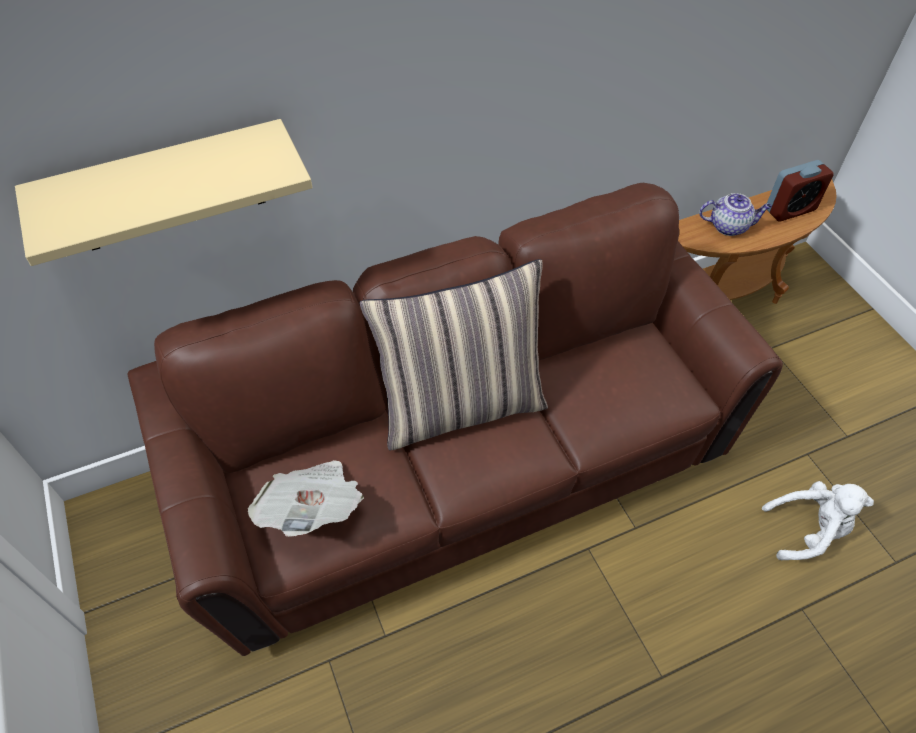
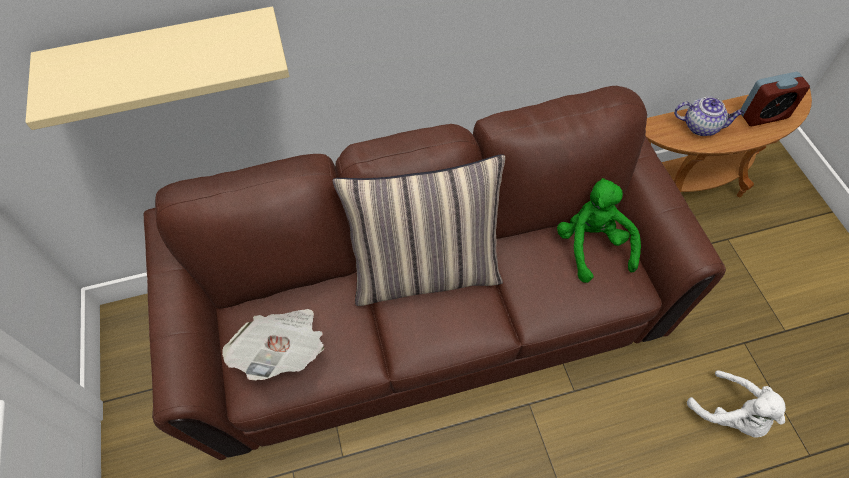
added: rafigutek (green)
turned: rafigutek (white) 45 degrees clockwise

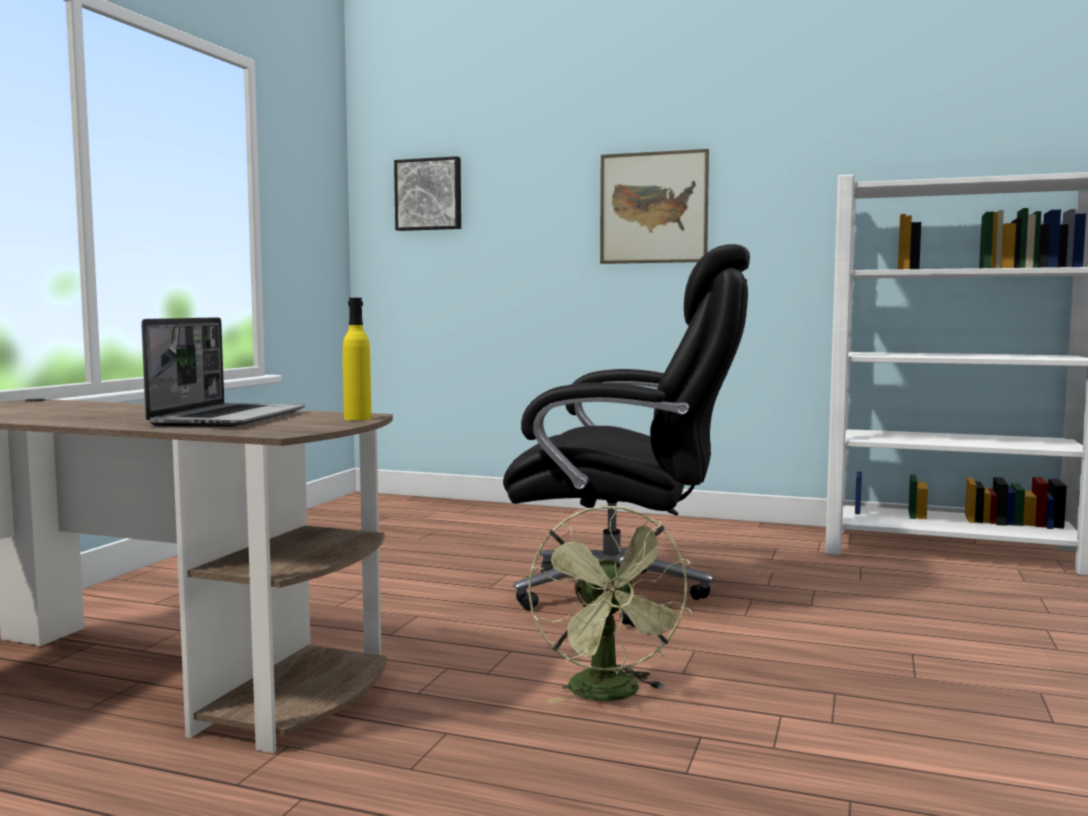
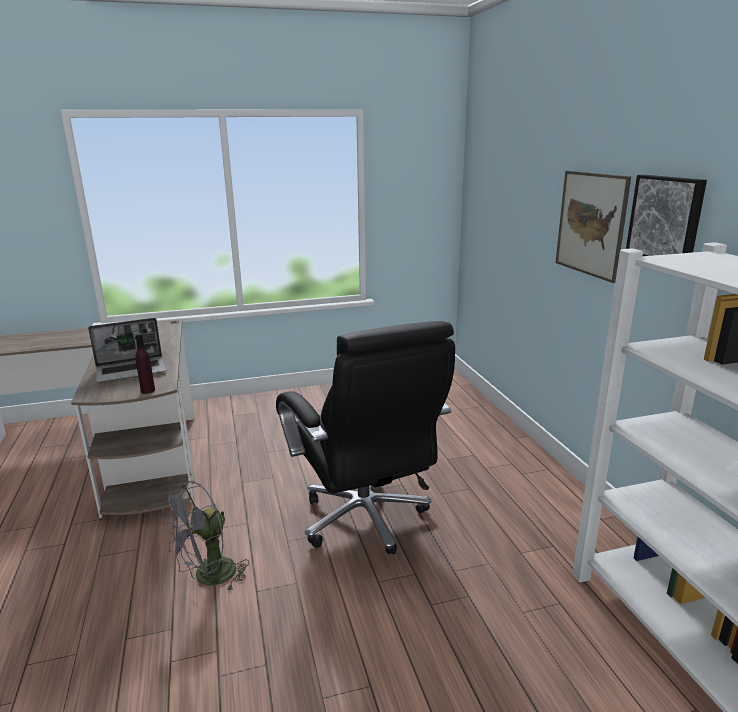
moved: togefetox (1st from left in the first image) to togefetox (2nd from left)
recoloured: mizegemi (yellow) to mizegemi (purple); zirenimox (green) to zirenimox (grey)

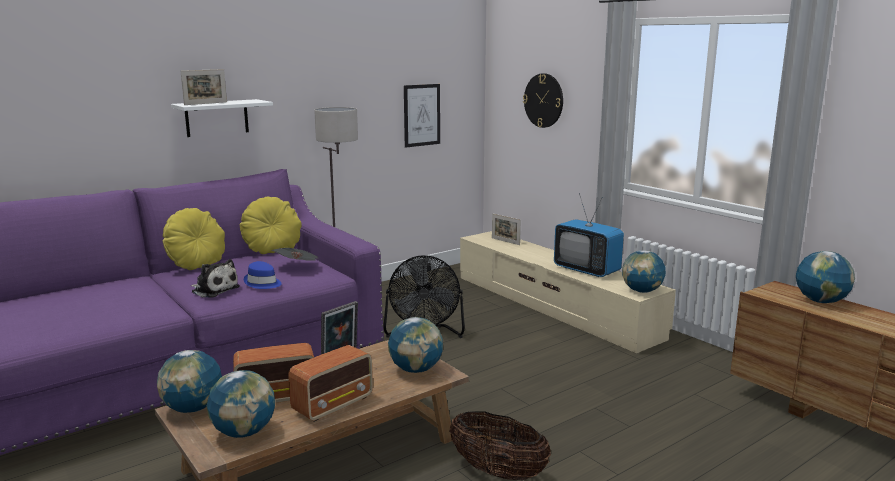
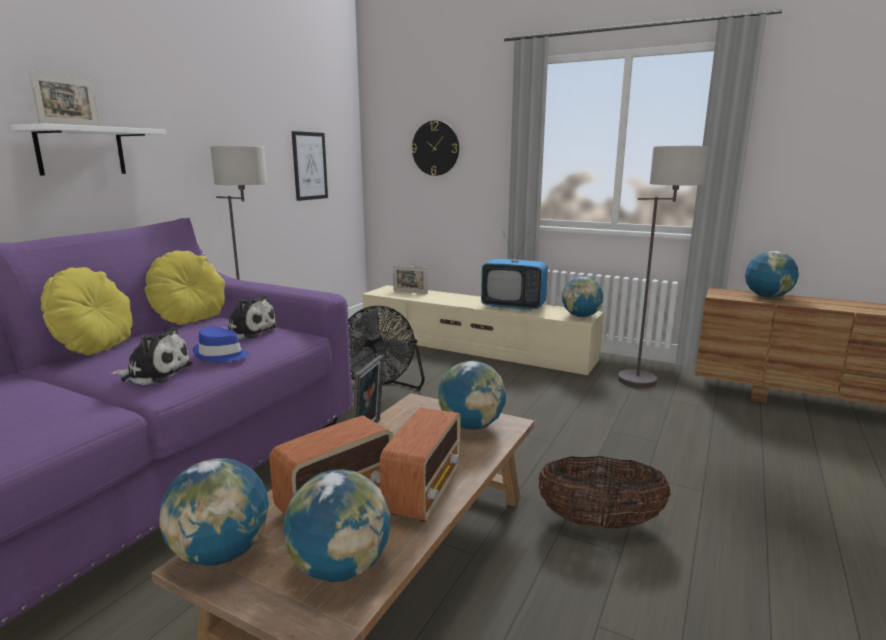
added: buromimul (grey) (2nd from left)
replaced: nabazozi to rafigutek (2nd from left)

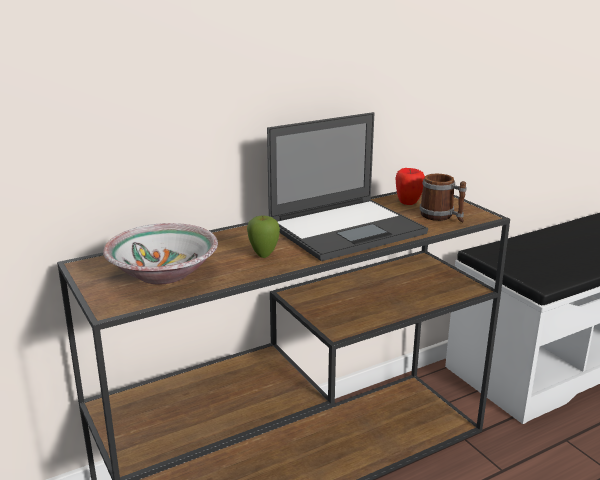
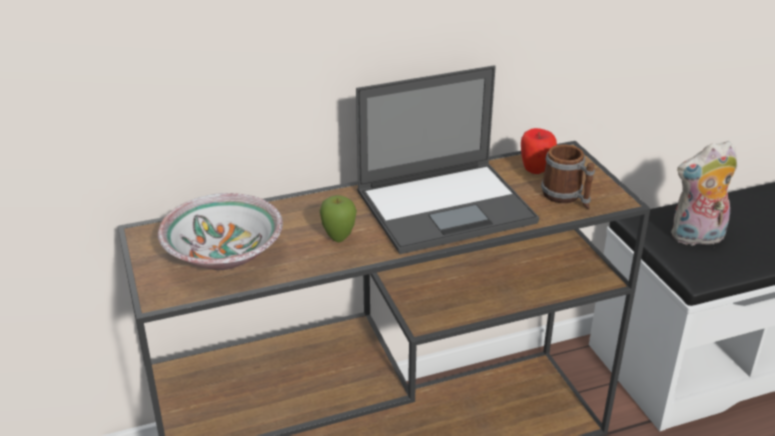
added: rafigutek

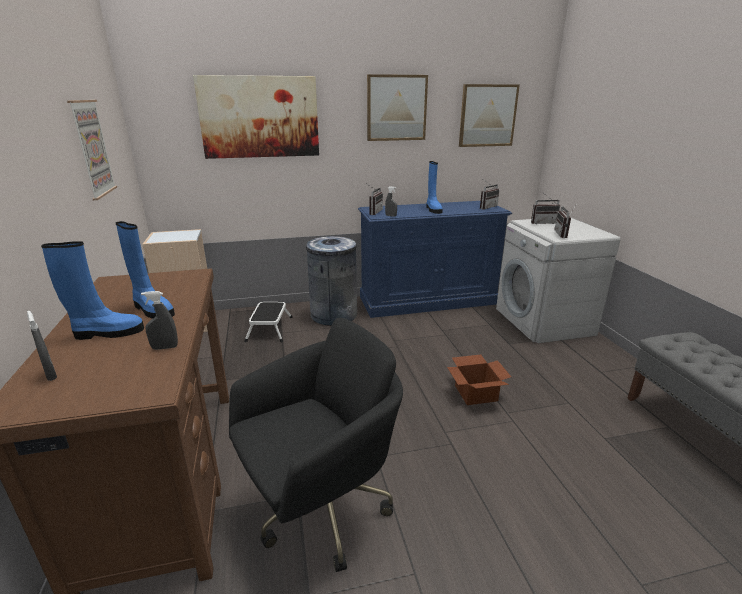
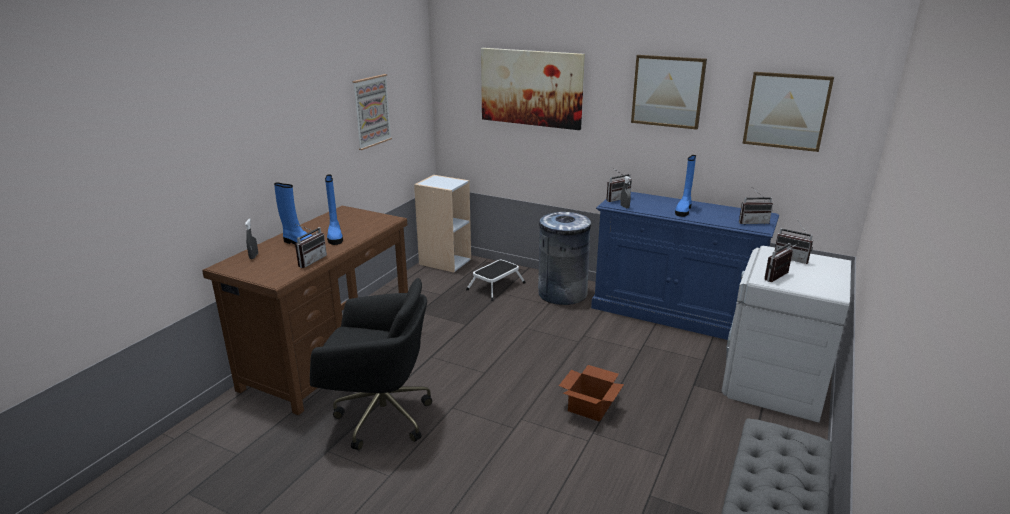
replaced: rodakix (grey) (2nd from left) to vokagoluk (1st from left)

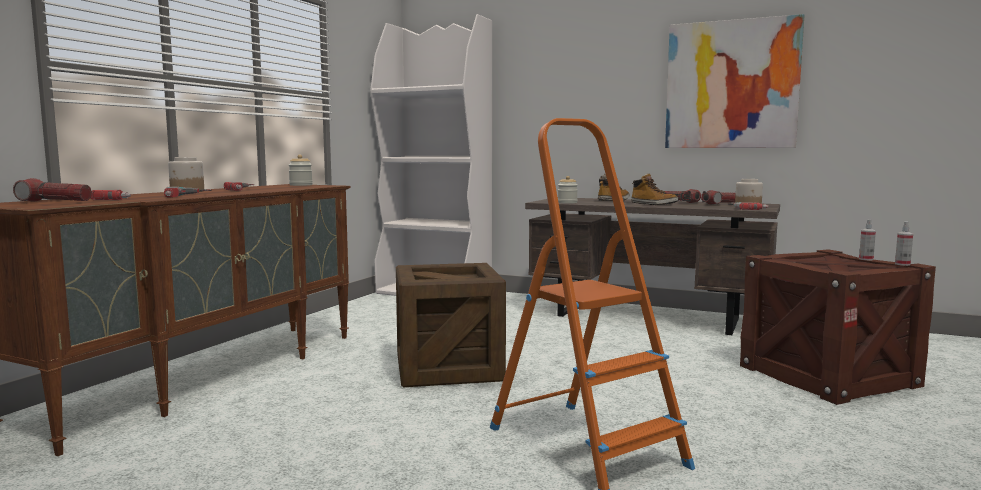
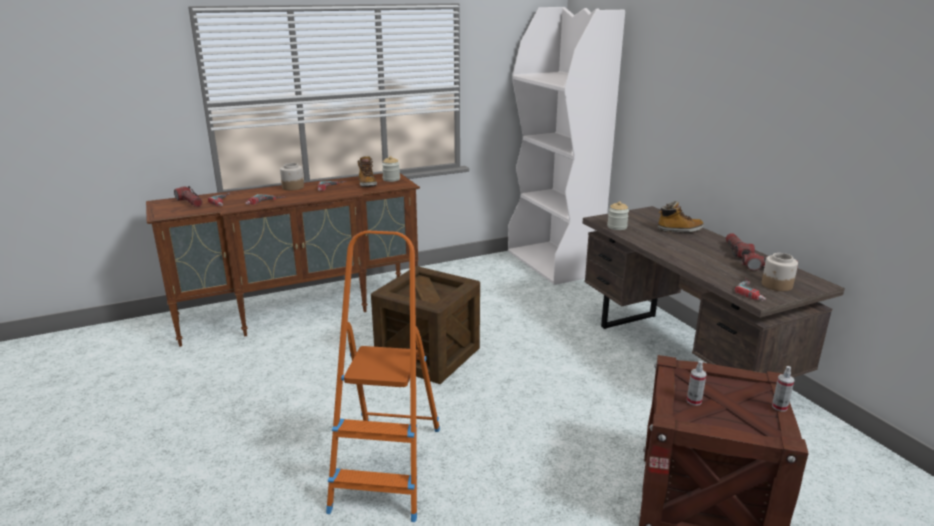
removed: togefetox
moved: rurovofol (2nd from left in the first image) to rurovofol (1st from left); rodakix (2nd from left in the first image) to rodakix (1st from left)

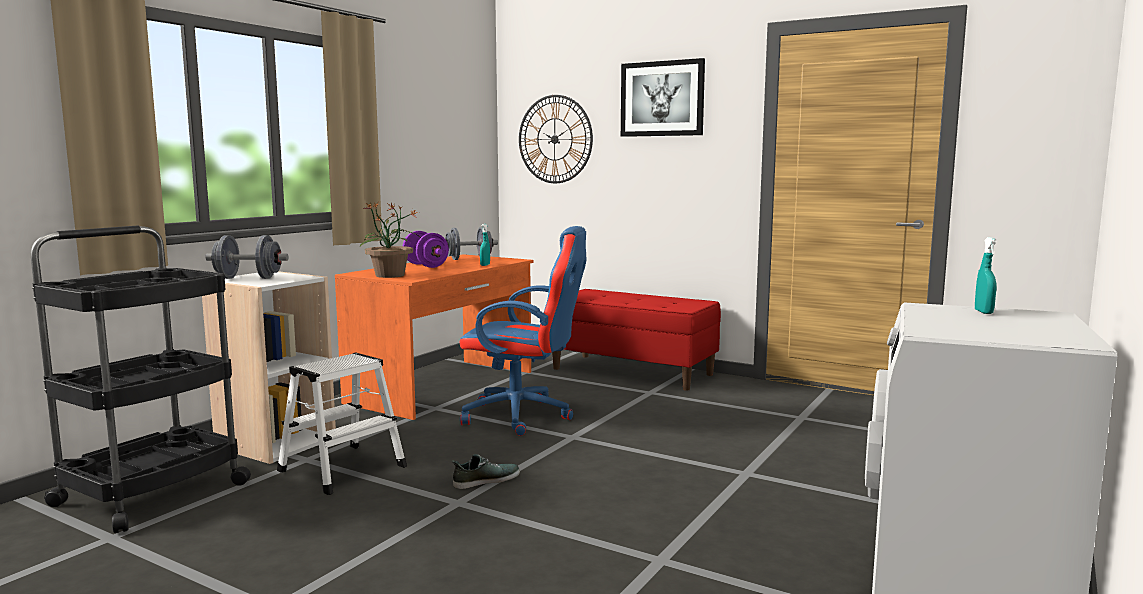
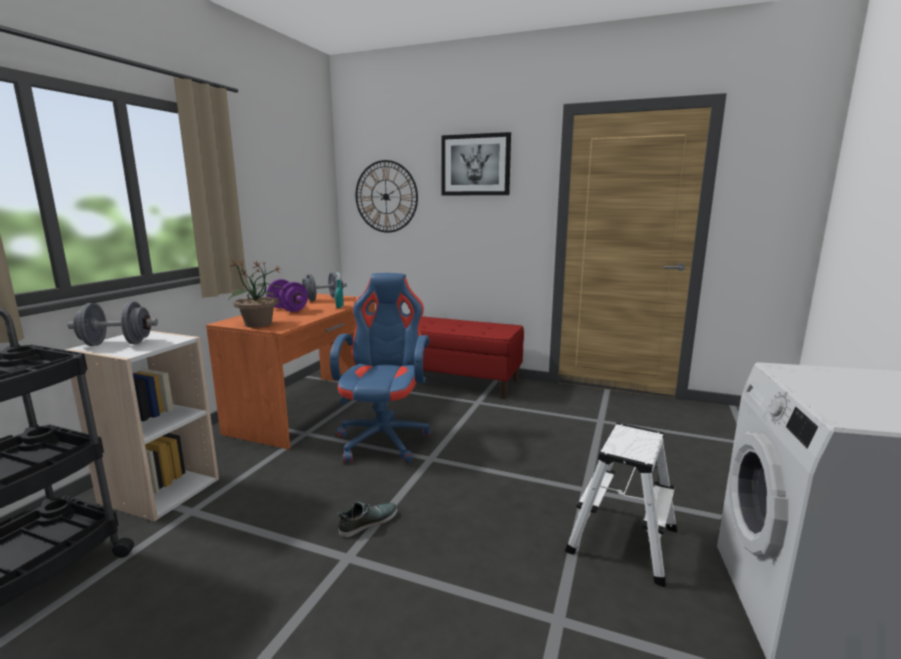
removed: rodakix (turquoise) (2nd from left)
moved: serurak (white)
turned: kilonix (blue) 90 degrees counterclockwise

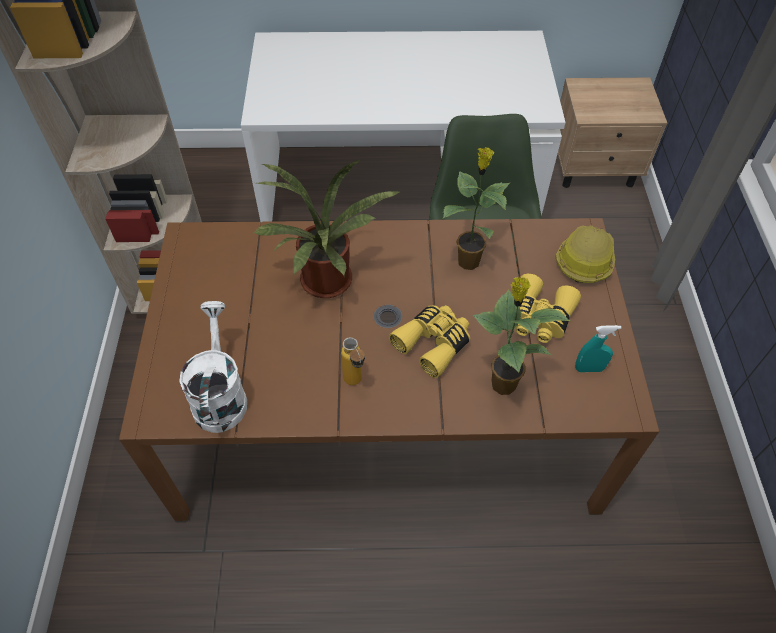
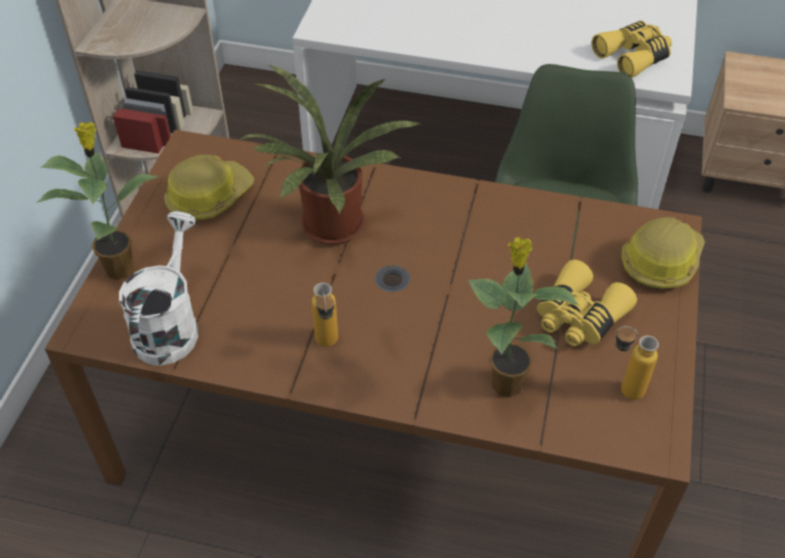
added: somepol (1st from left)
moved: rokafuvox (2nd from left in the first image) to rokafuvox (1st from left); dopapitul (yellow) (1st from left in the first image) to dopapitul (yellow) (2nd from left)
replaced: rodakix (turquoise) to mizegemi (2nd from left)

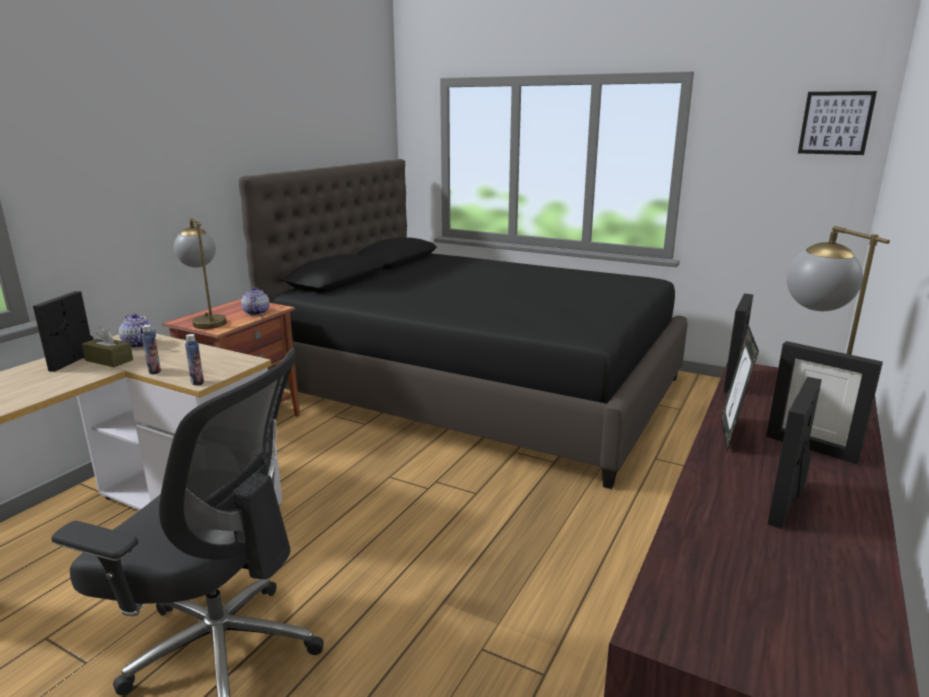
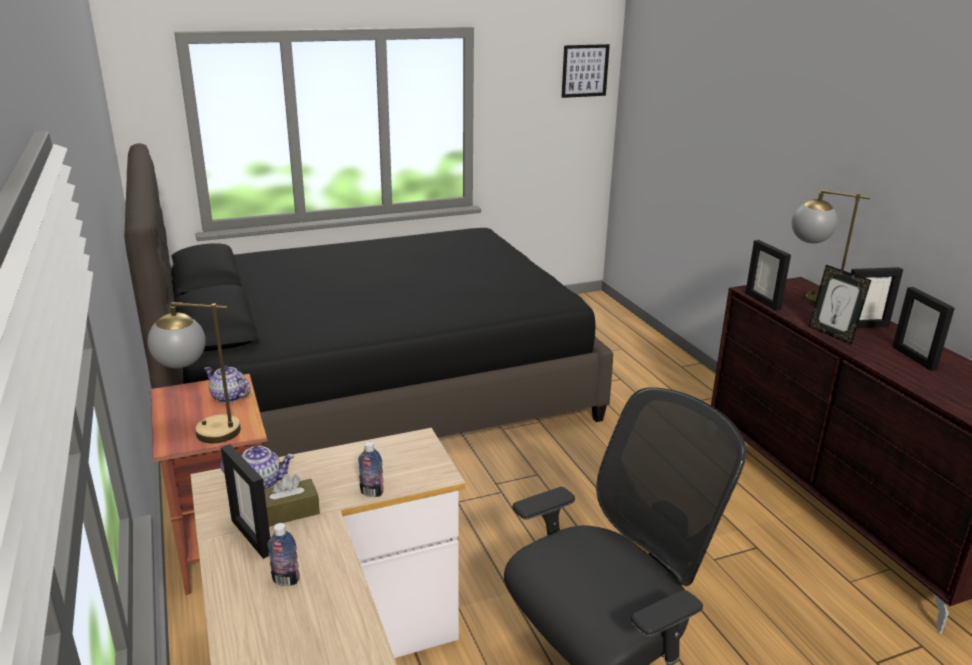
moved: mizegemi (2nd from left in the first image) to mizegemi (1st from left)

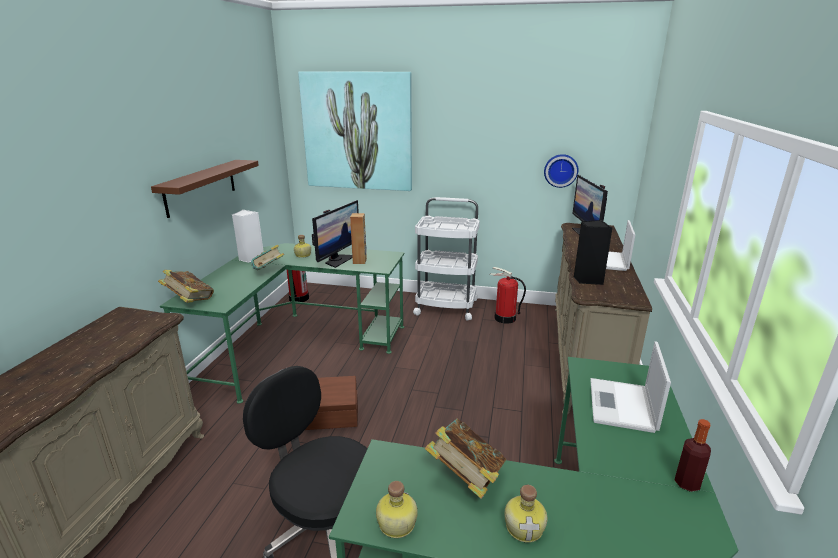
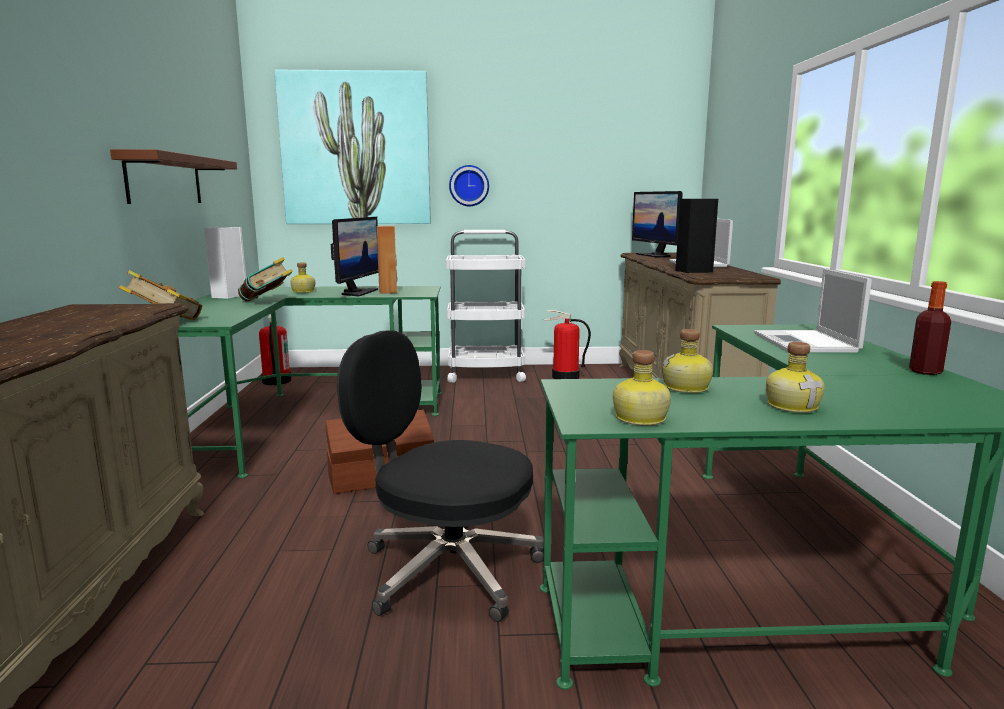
moved: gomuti
replaced: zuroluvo (3rd from left) to mizegemi (3rd from left)

